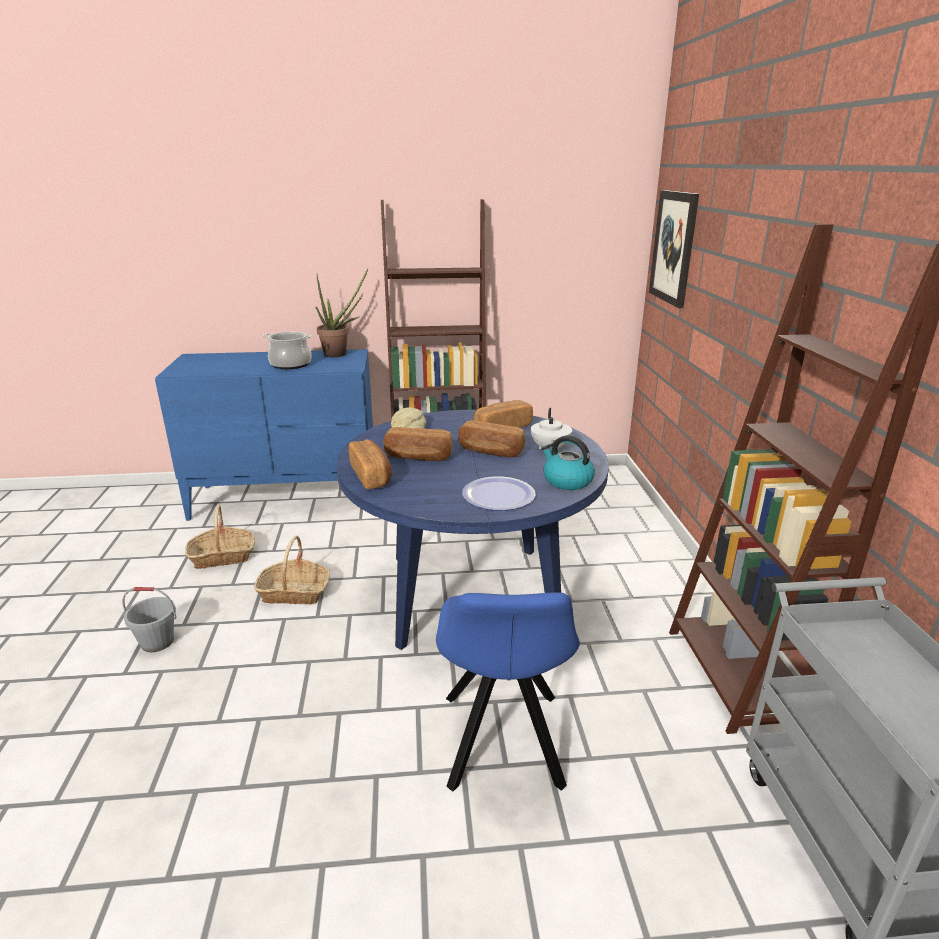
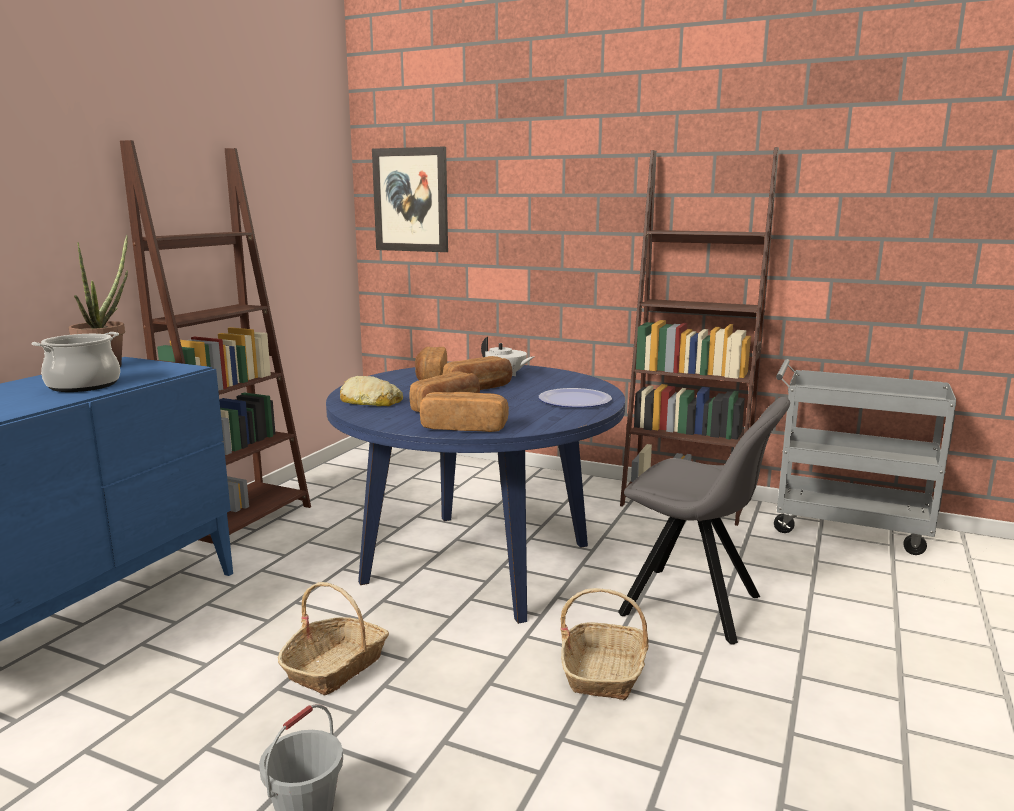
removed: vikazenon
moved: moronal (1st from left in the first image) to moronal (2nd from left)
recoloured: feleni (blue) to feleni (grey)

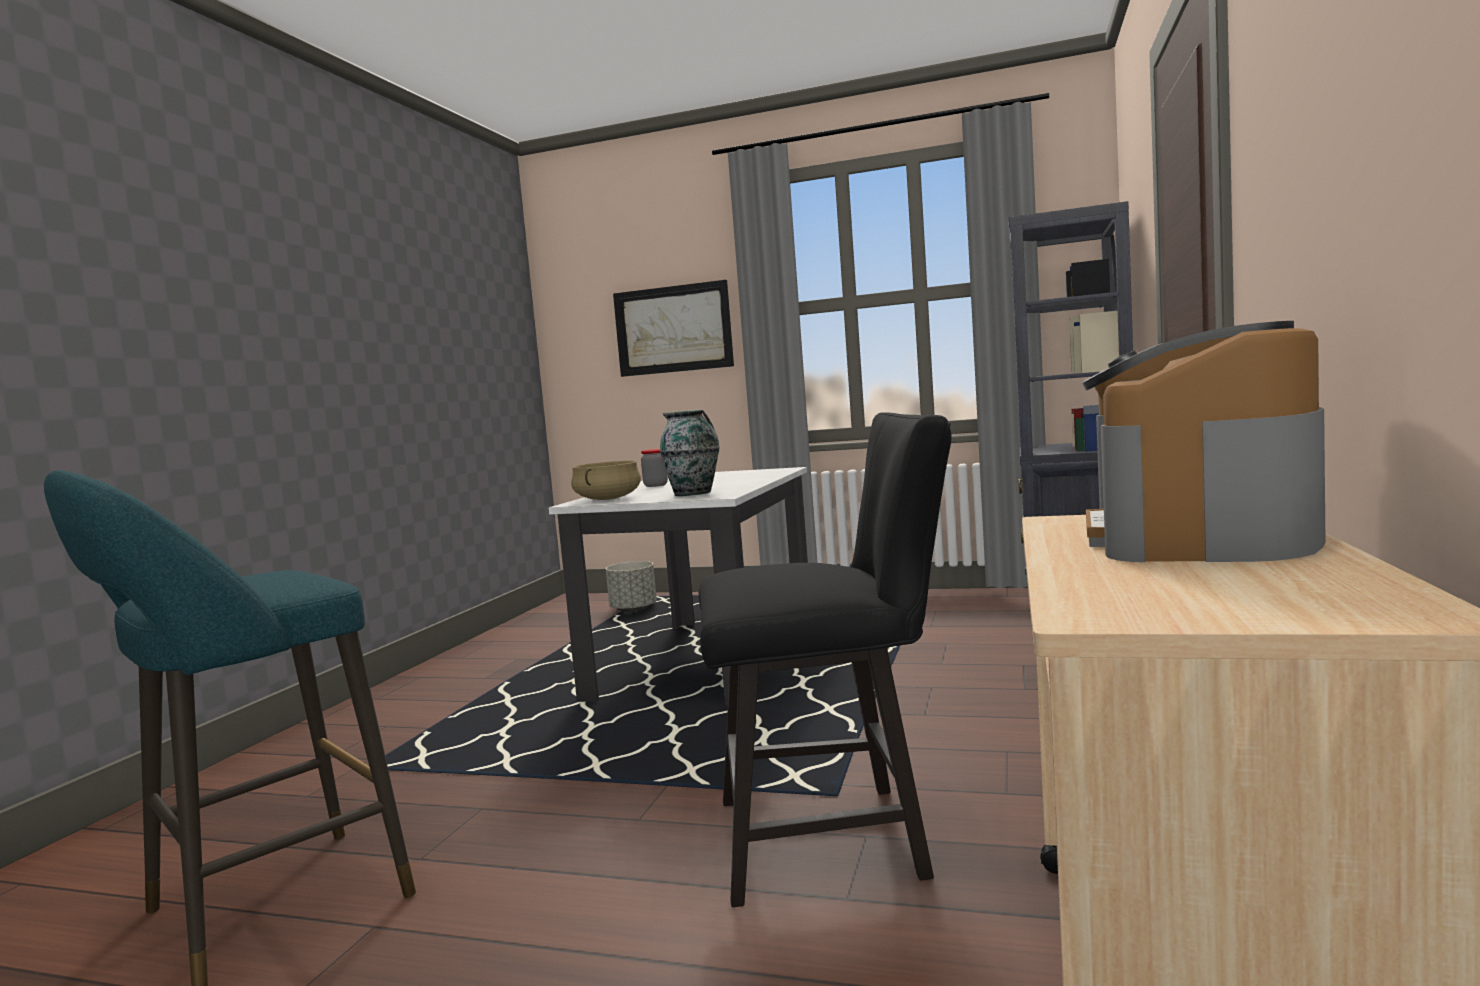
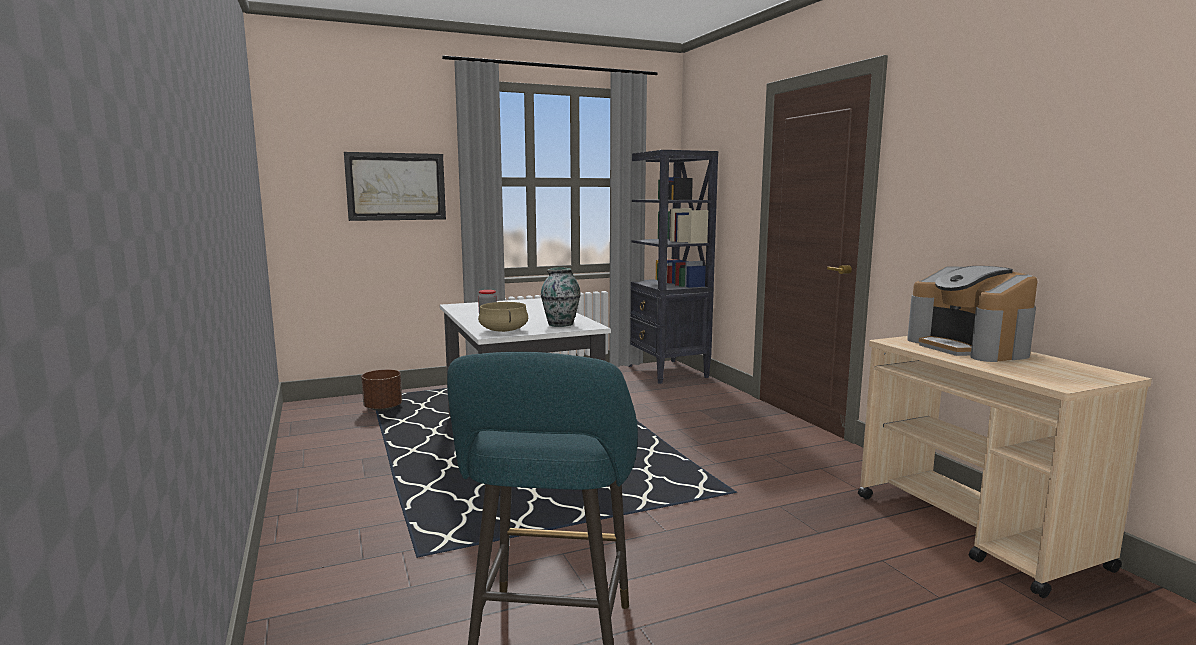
removed: feleni (black)
recoloured: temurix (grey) to temurix (brown)

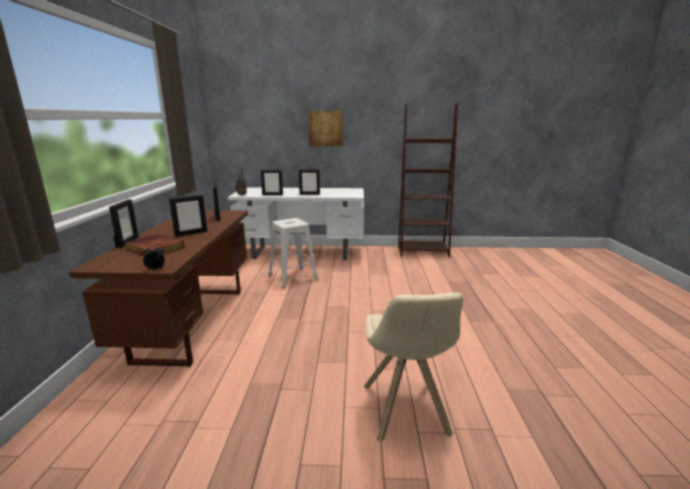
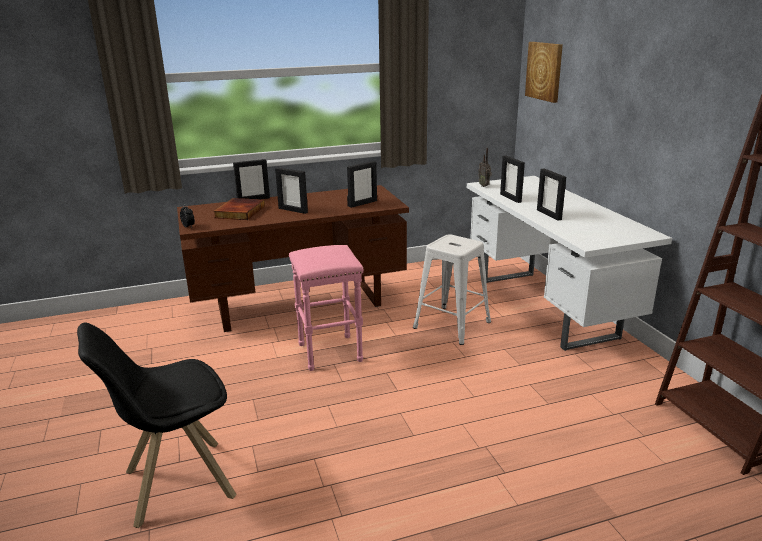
added: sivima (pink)
moved: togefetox
recoloured: feleni (beige) to feleni (black)

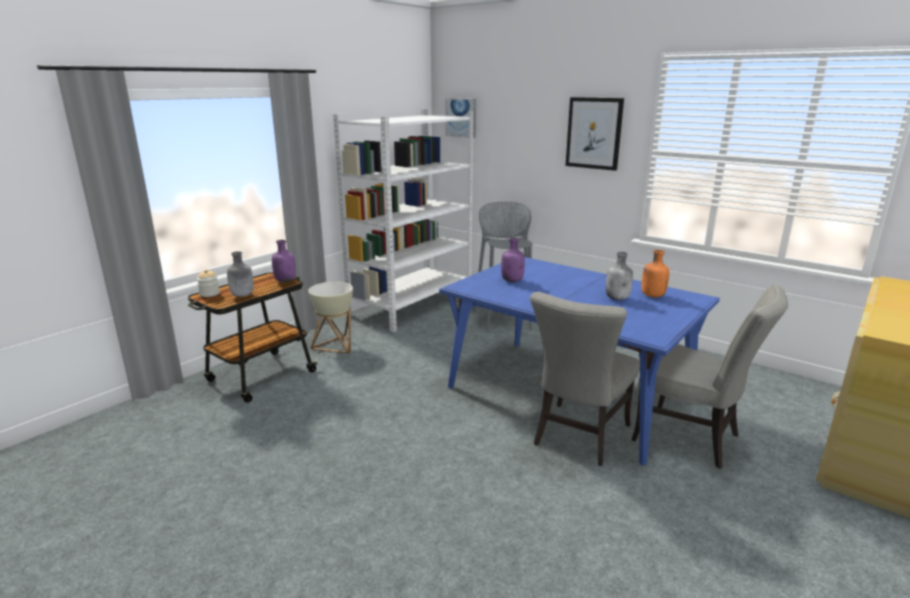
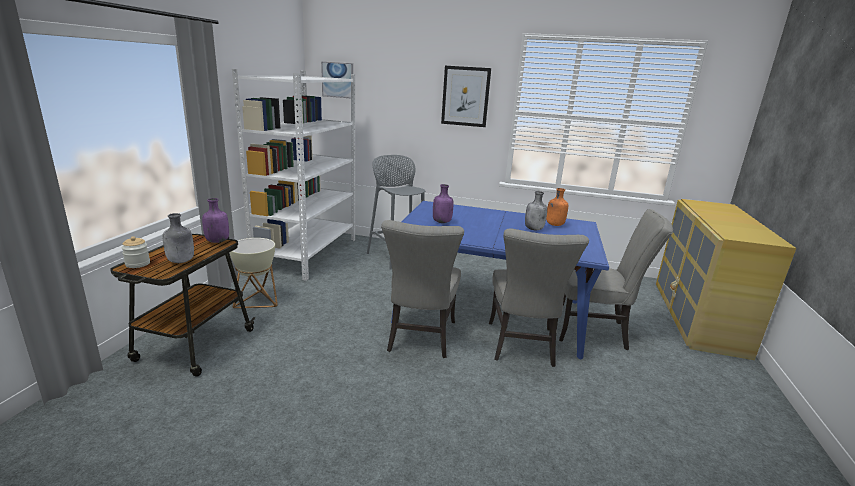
added: feleni (grey) (1st from left)

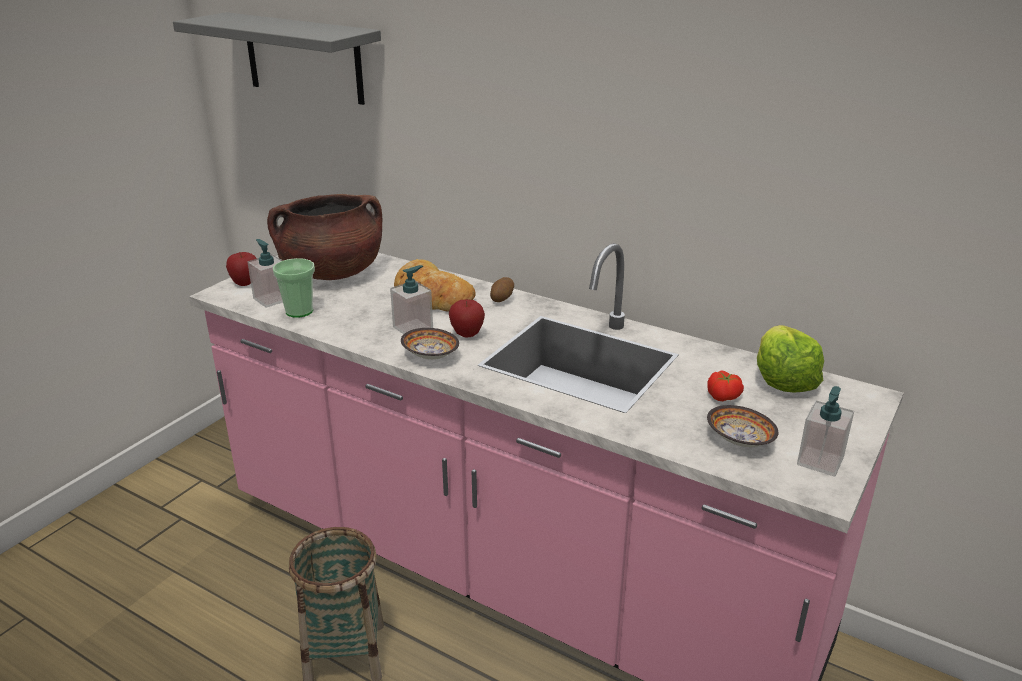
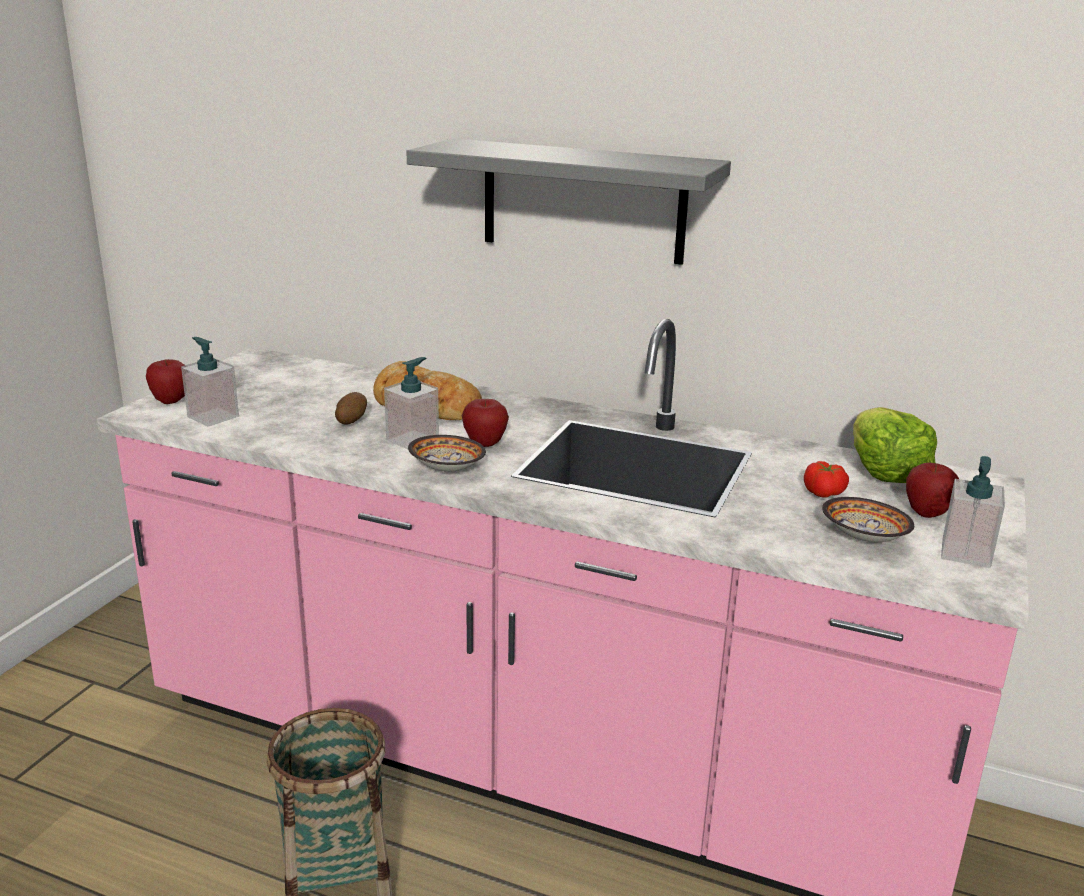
removed: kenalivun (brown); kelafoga
added: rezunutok (3rd from left)
moved: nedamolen; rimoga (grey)

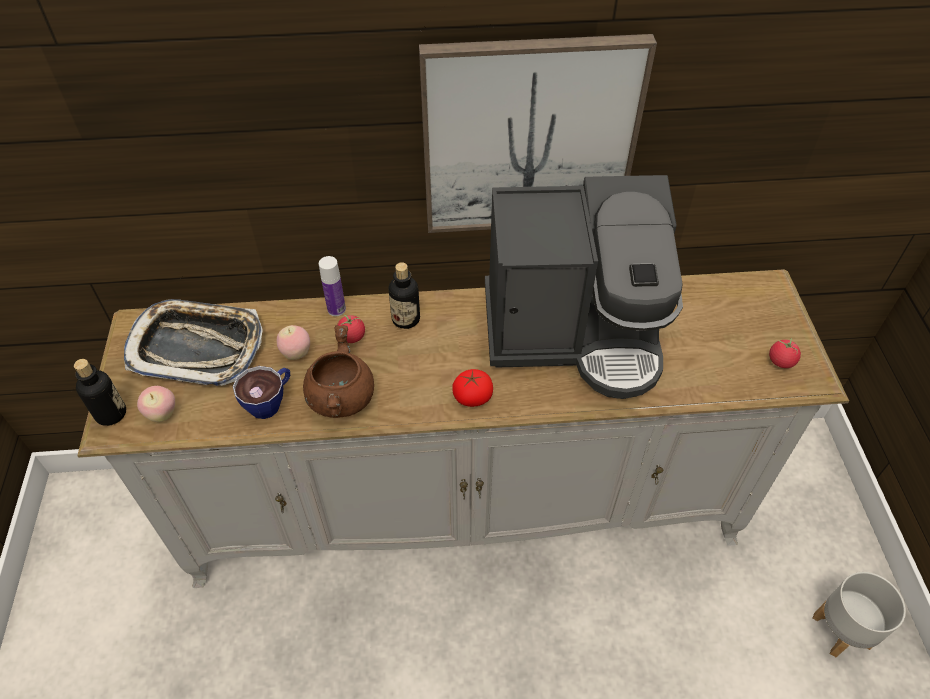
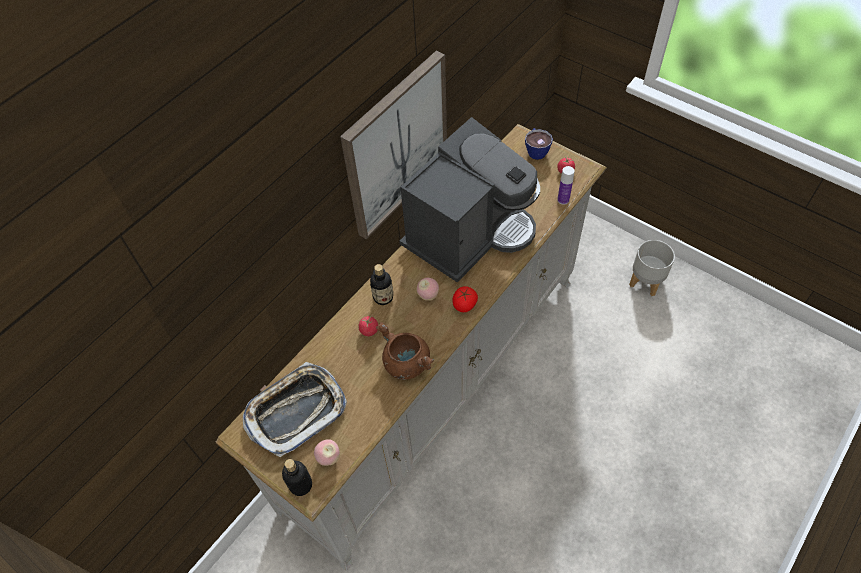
moved: rezunutok (2nd from left); kelafoga; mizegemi (2nd from left in the first image) to mizegemi (3rd from left)

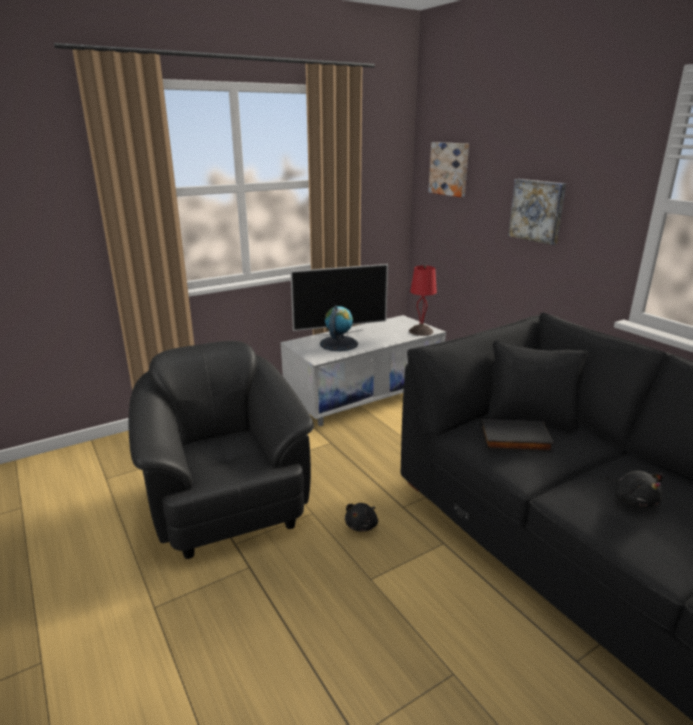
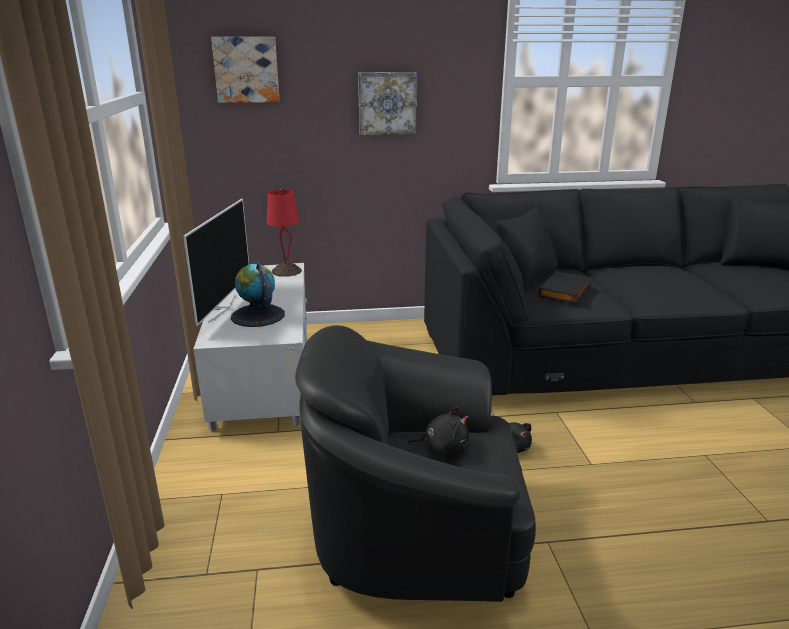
moved: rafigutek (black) (2nd from left in the first image) to rafigutek (black) (1st from left)

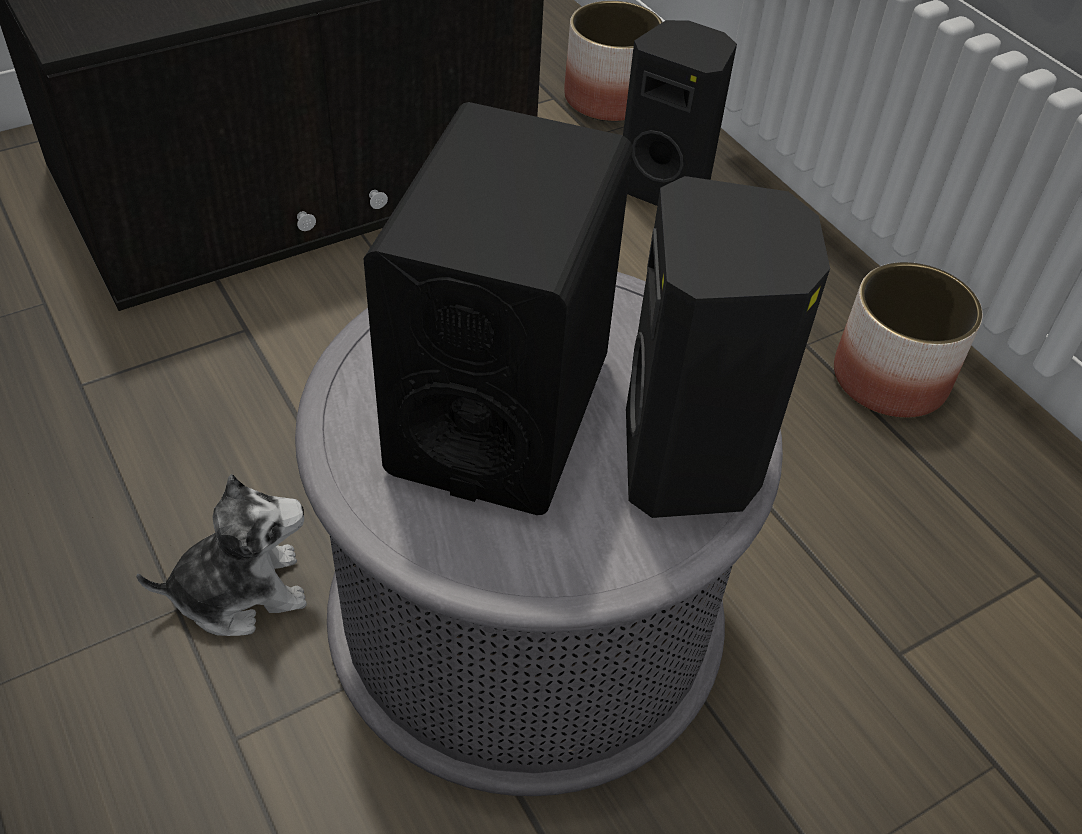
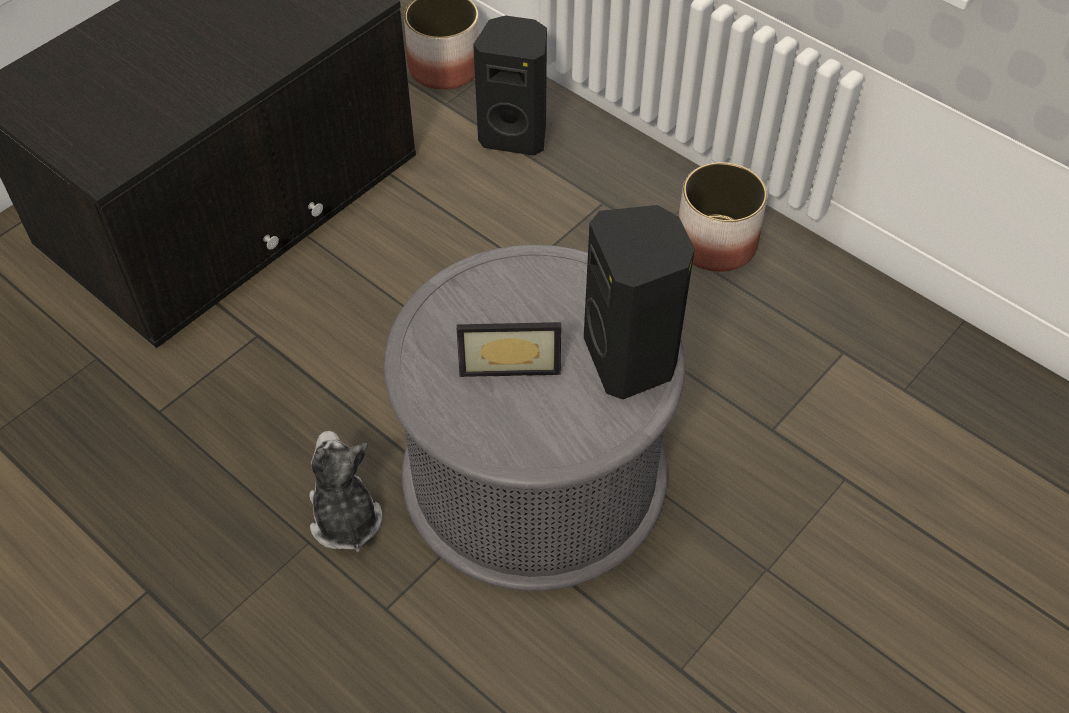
replaced: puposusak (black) (1st from left) to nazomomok
turned: rafigutek 75 degrees counterclockwise

